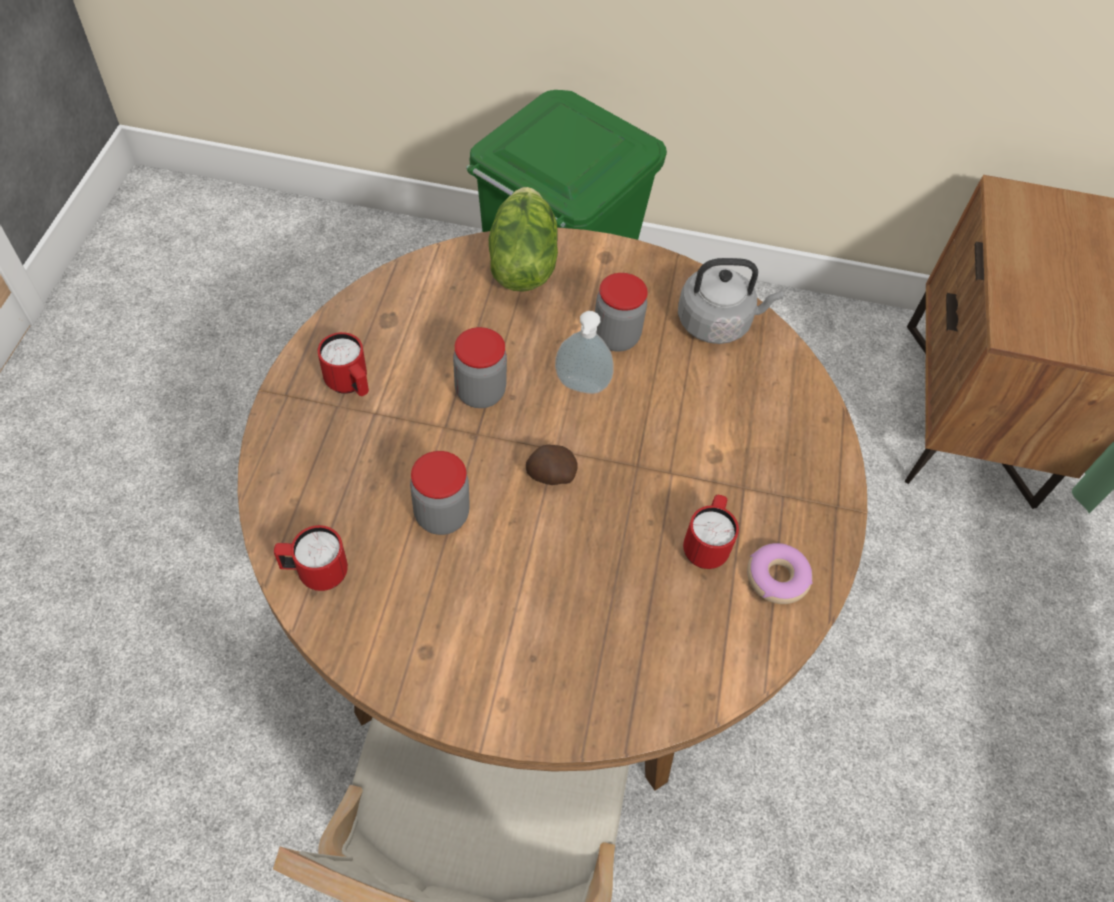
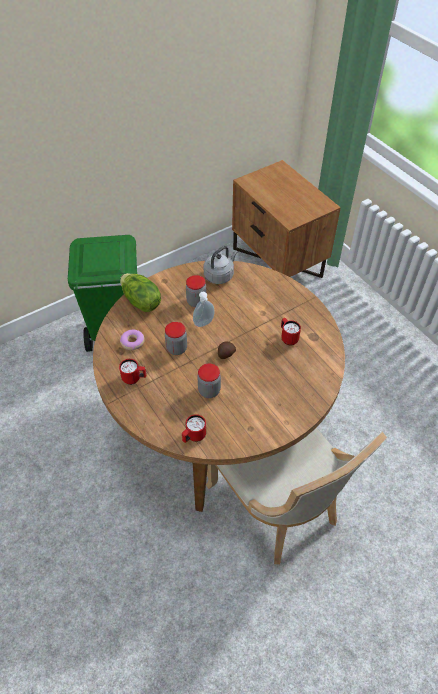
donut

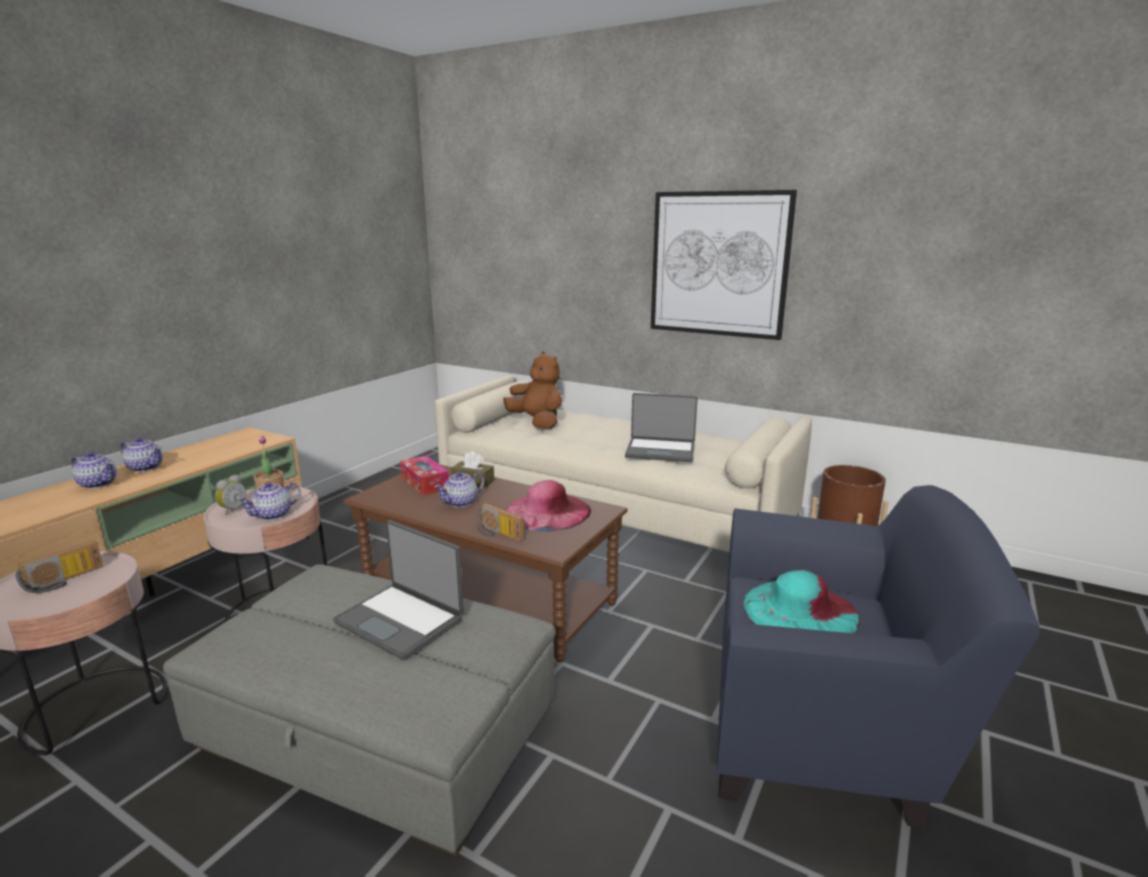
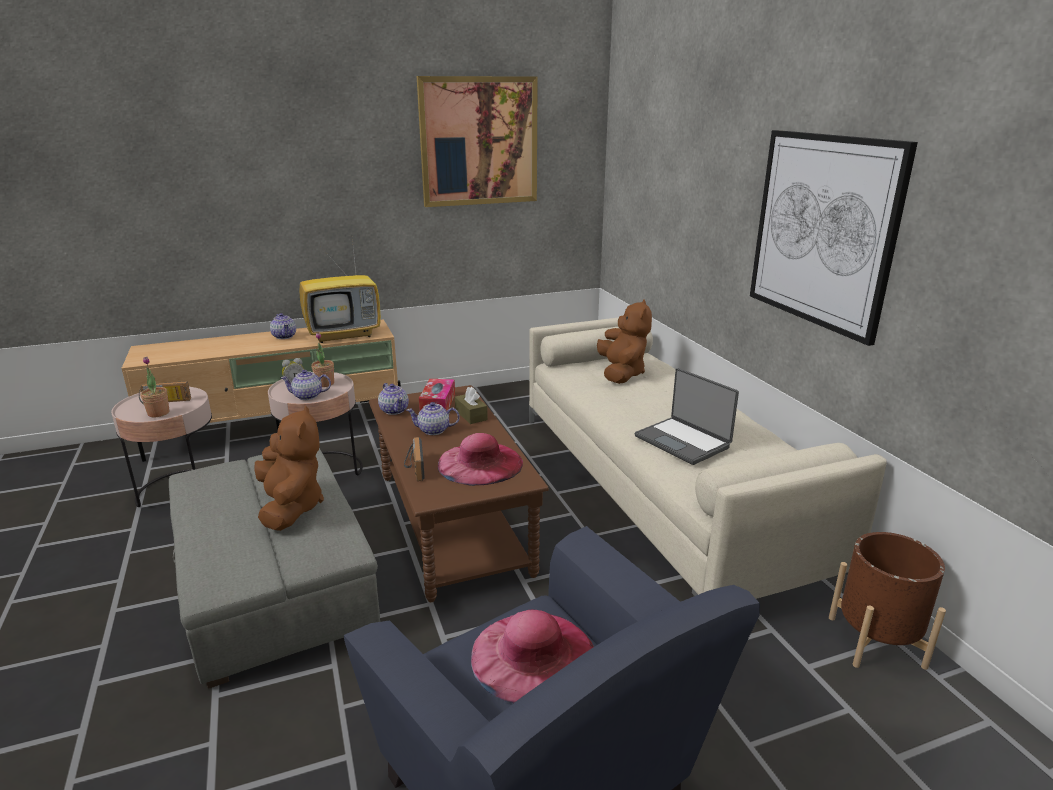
potted plant (1st from left)
brownish soft toy (1st from left)
TV
teapot (3rd from left)
wall picture (1st from left)
pink-coloured clothing hat (2nd from left)

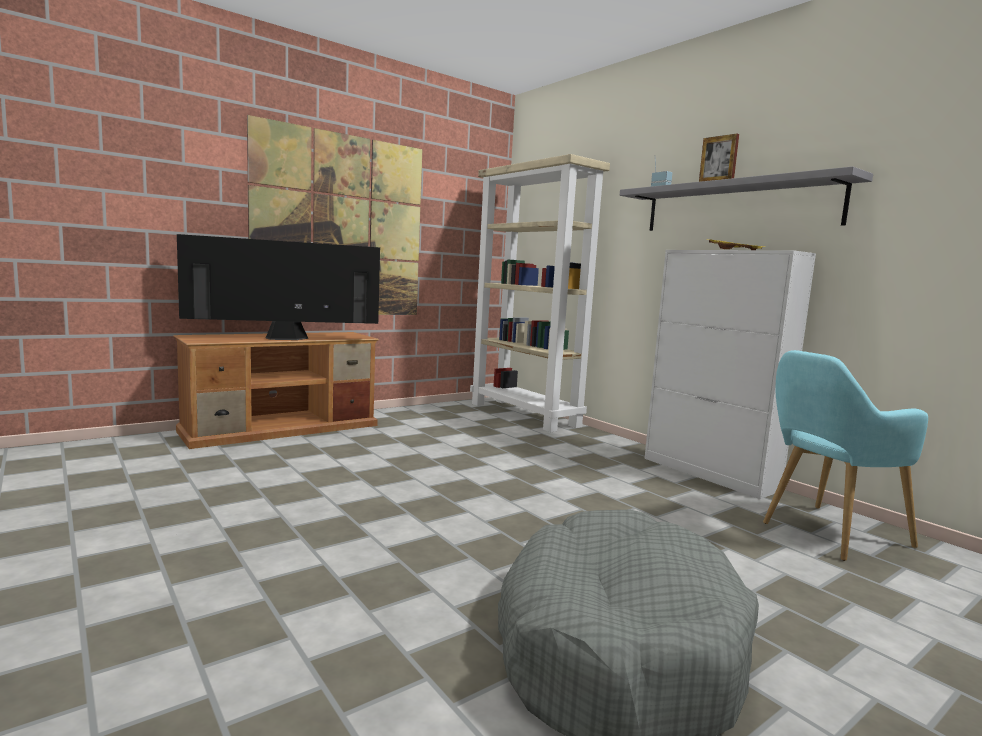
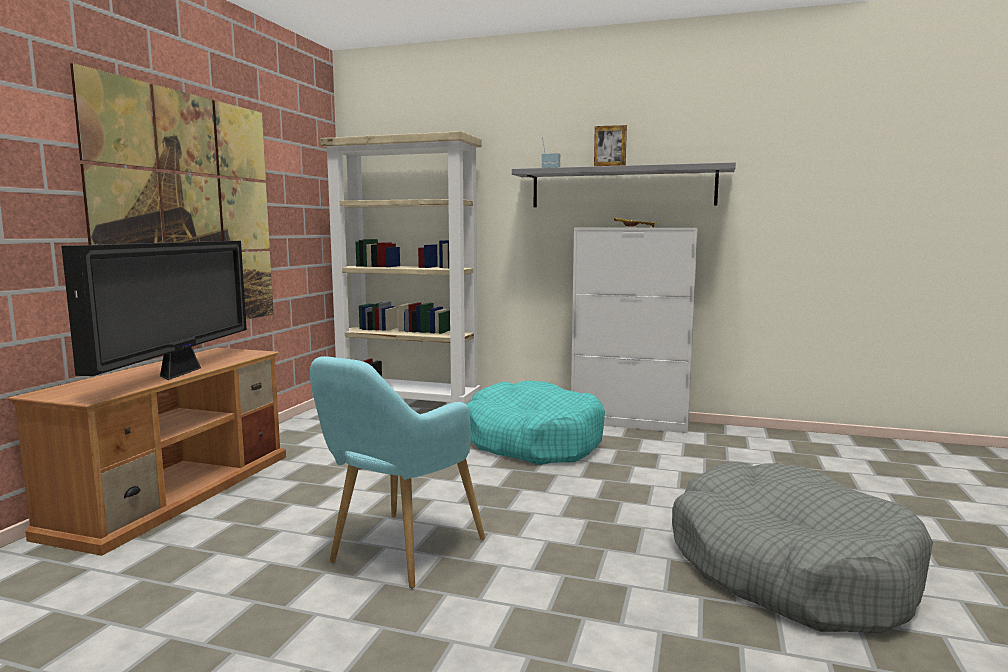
TV
blue-green armchair
blue-green dog bed

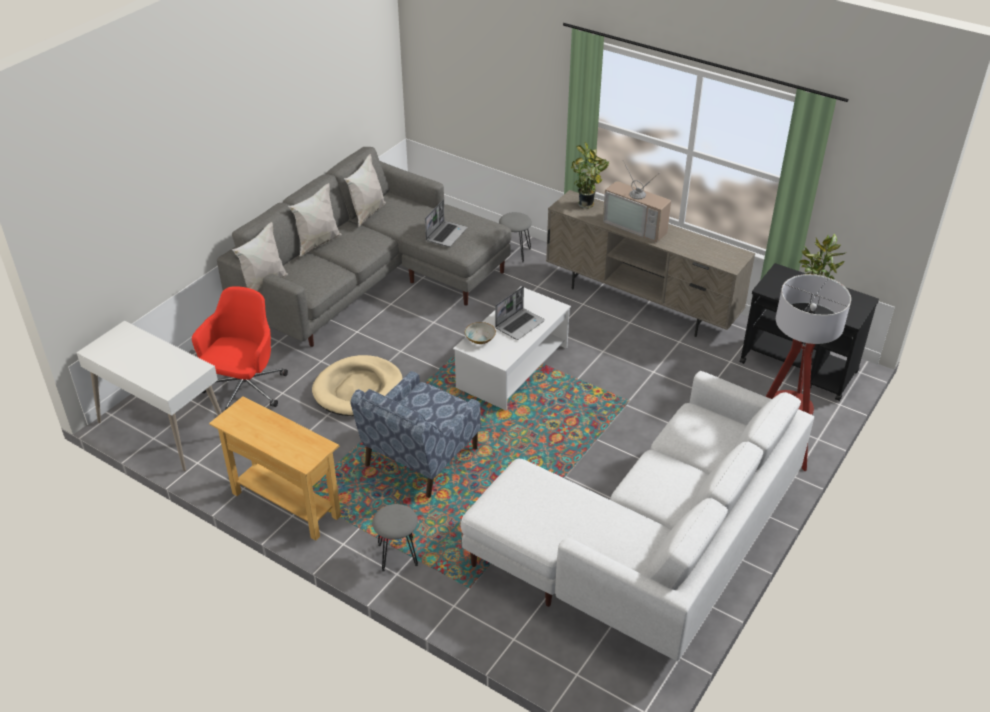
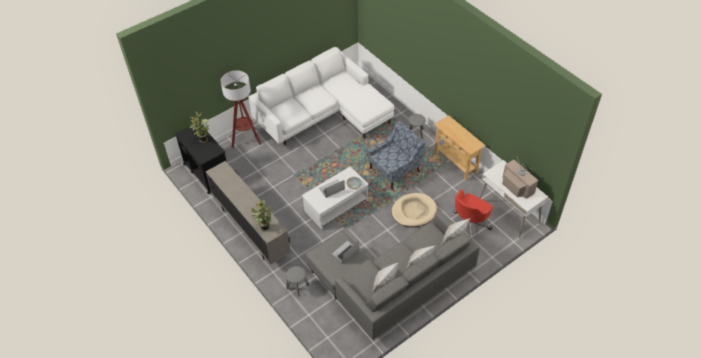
TV

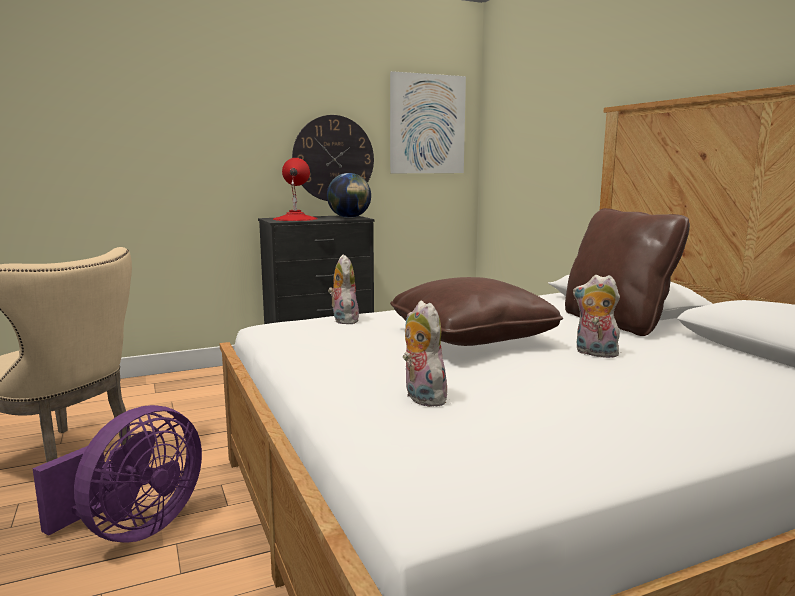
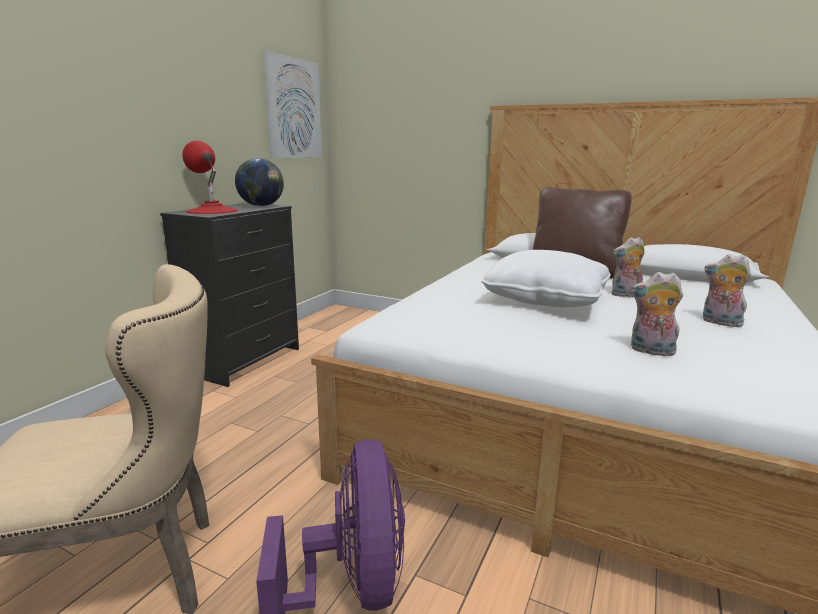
whitish cushion
soft toy (3rd from left)
clock on the wall

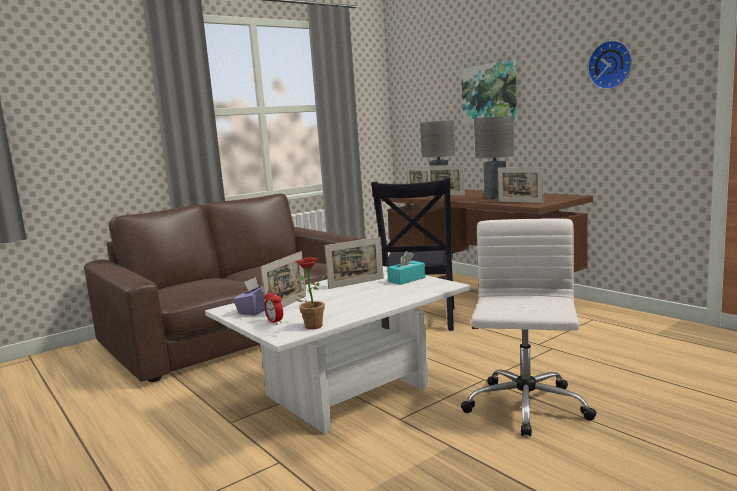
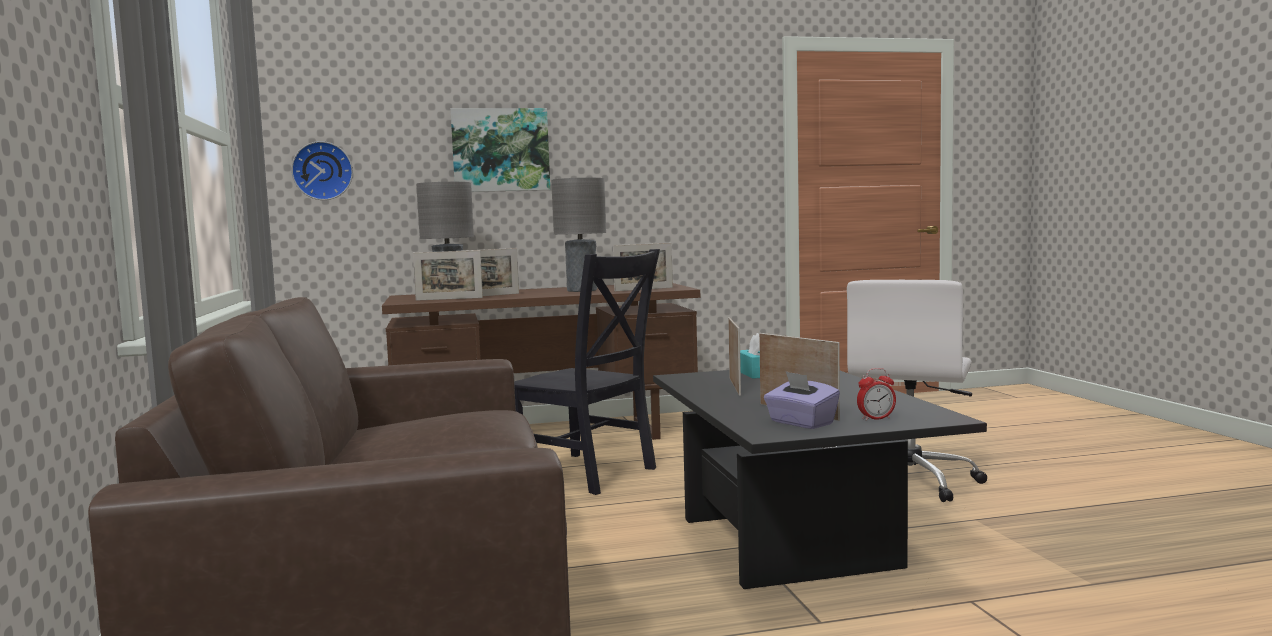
clock on the wall
black-coloured lounge table
whitish office chair
potted plant

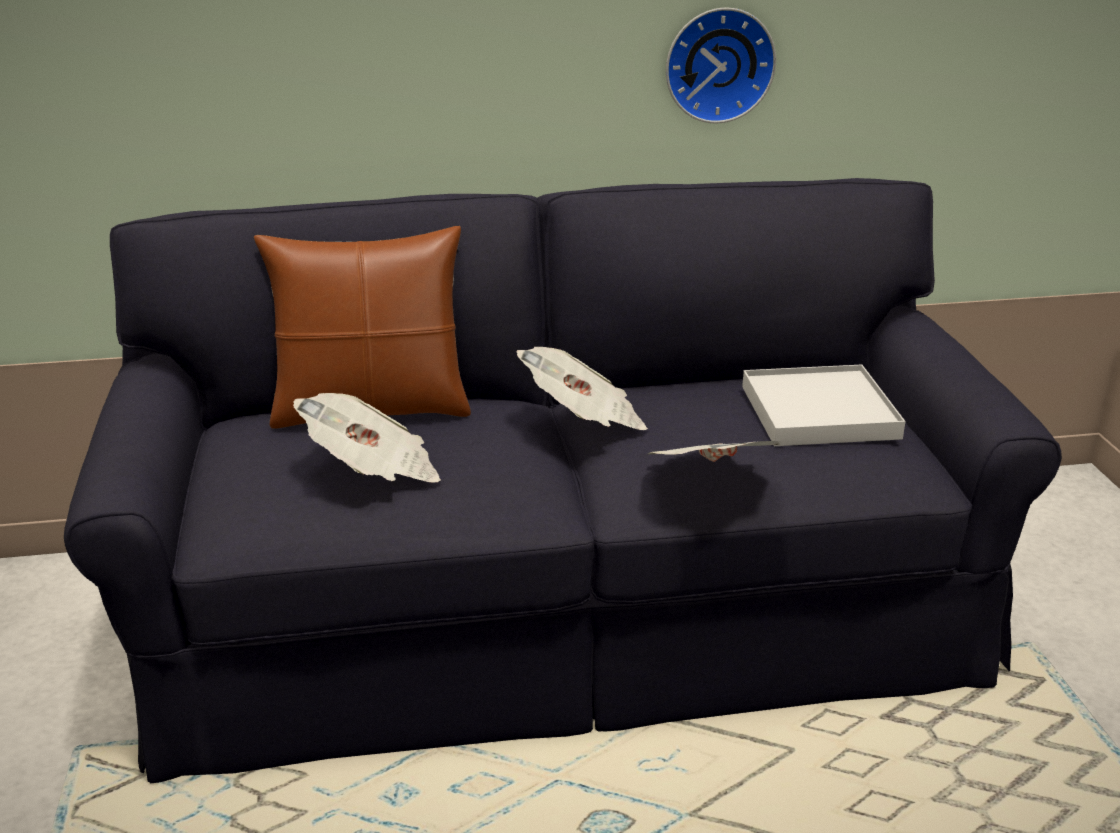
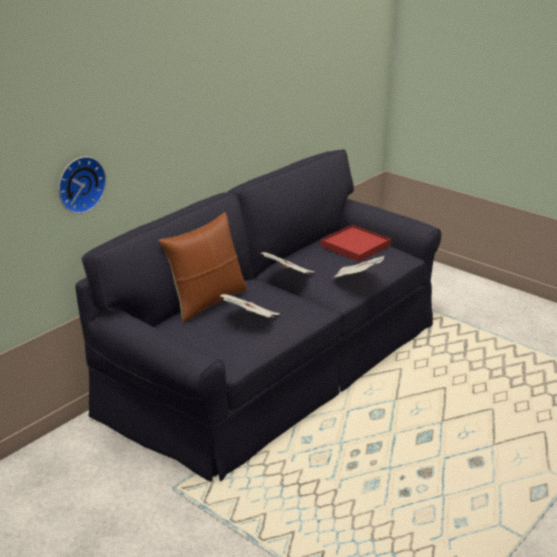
clock on the wall
red tray

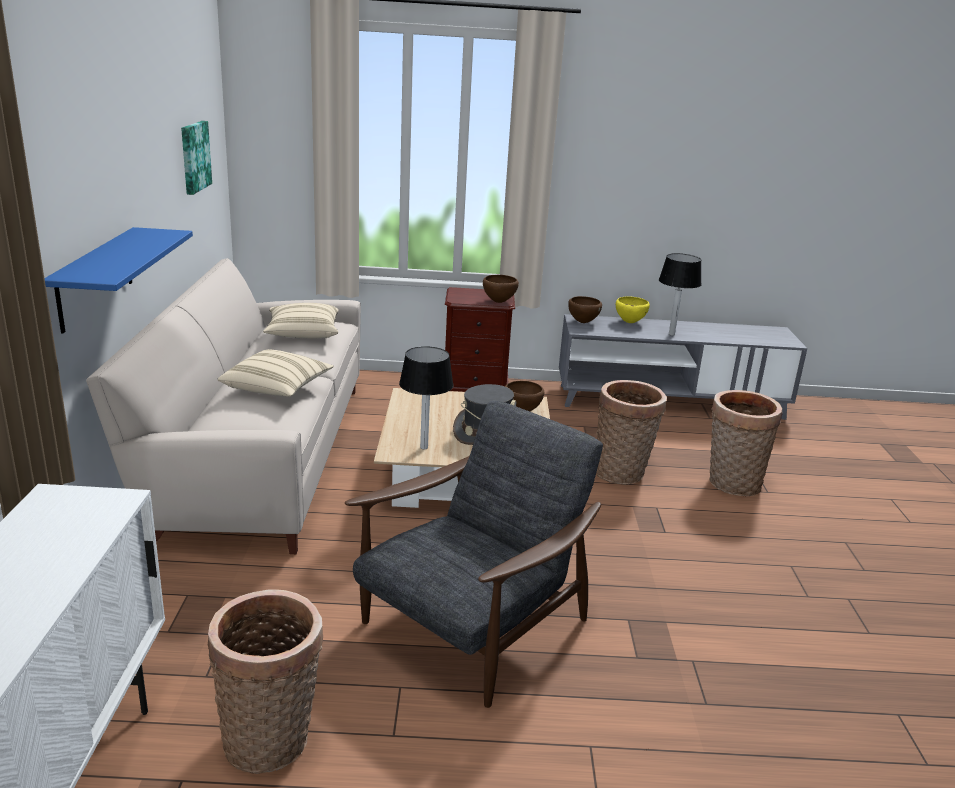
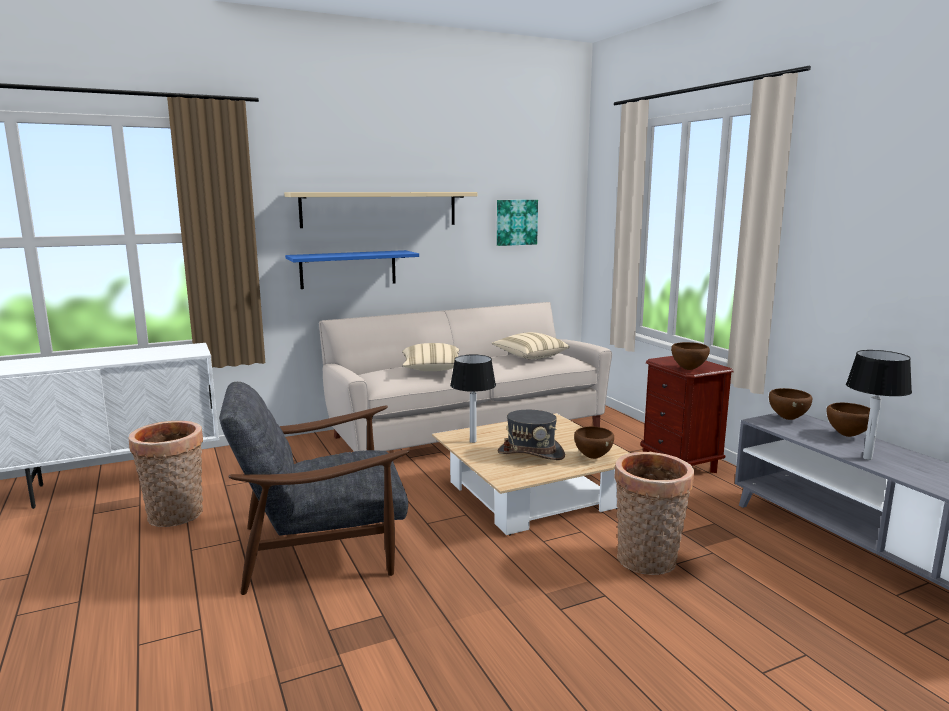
grey armchair
beige shelf
brownish bowl (4th from left)
storage basket (3rd from left in the first image)

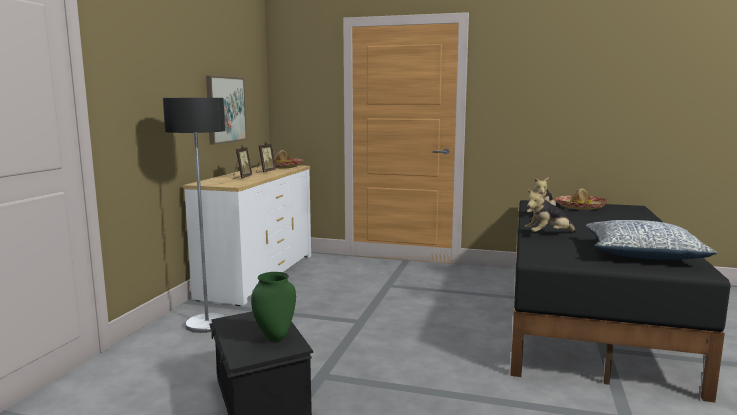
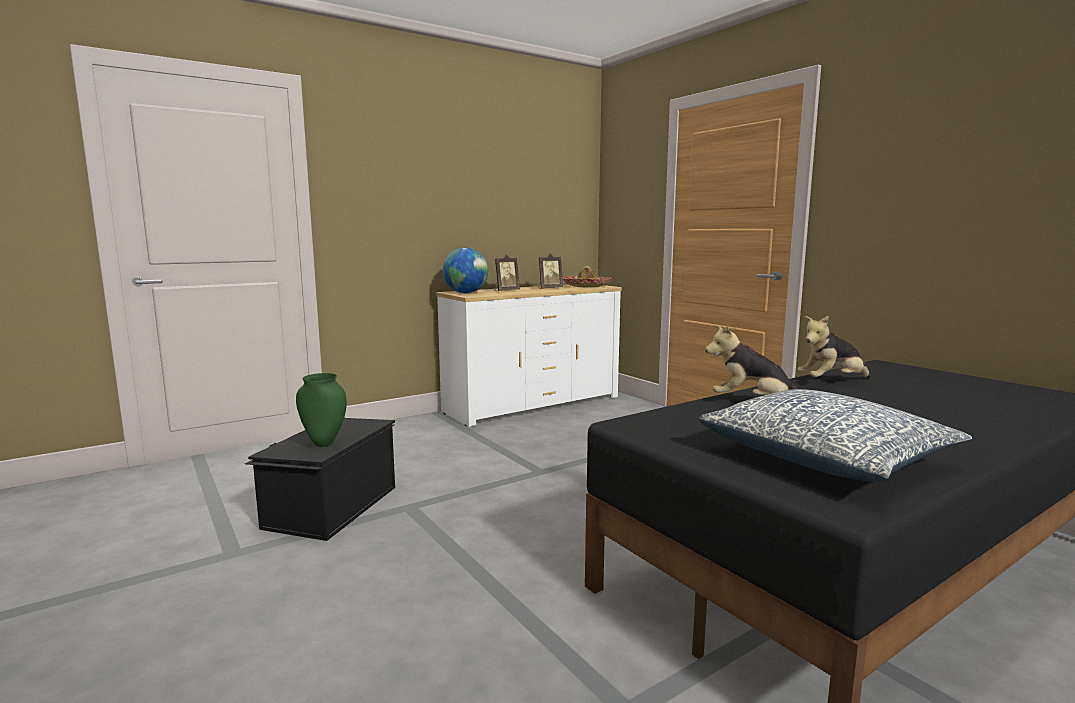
world globe
standing lamp
wall picture
clothing hat (2nd from left in the first image)

